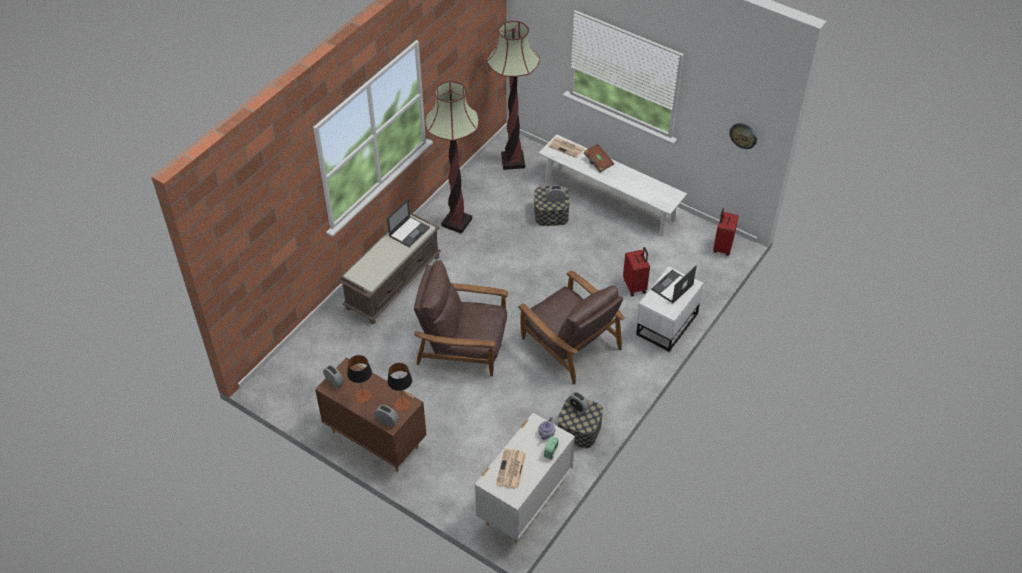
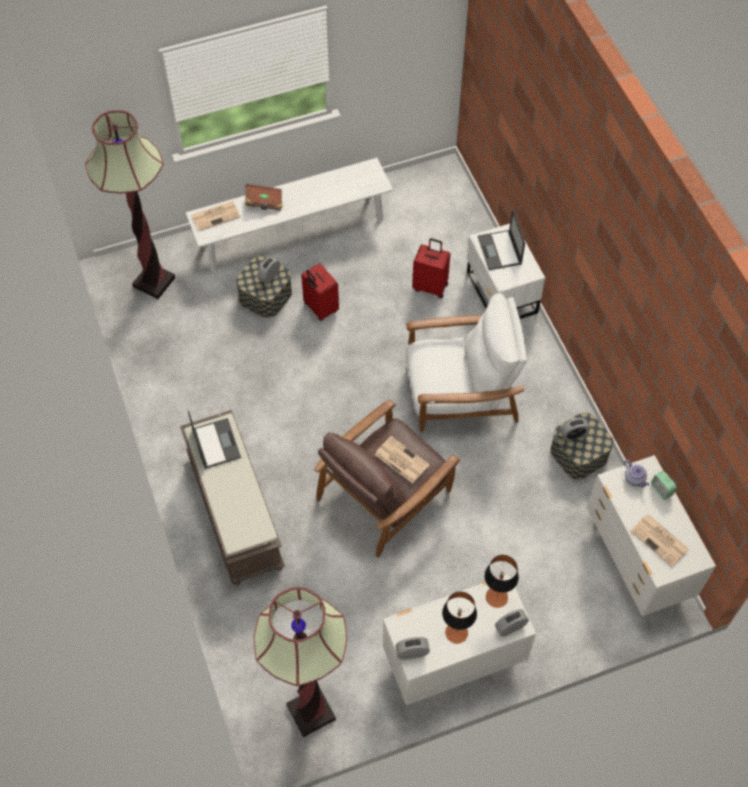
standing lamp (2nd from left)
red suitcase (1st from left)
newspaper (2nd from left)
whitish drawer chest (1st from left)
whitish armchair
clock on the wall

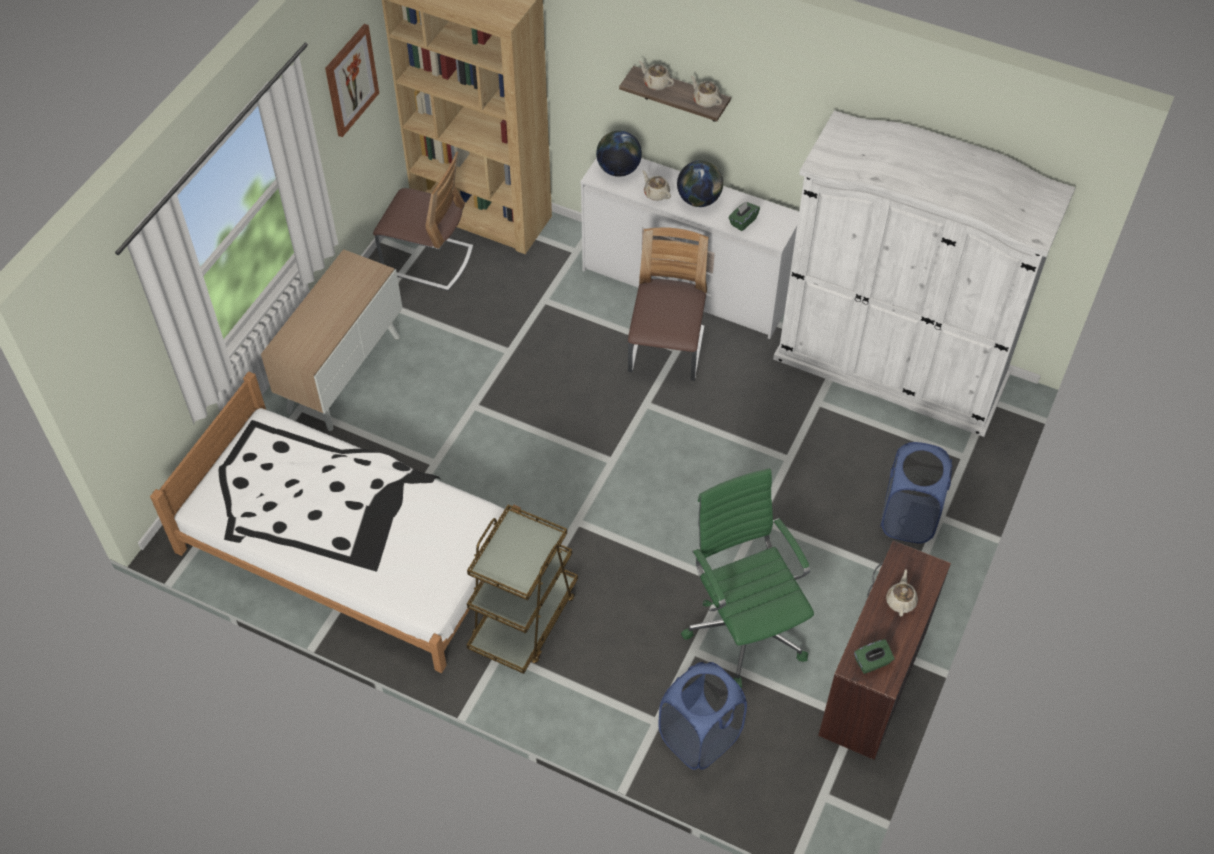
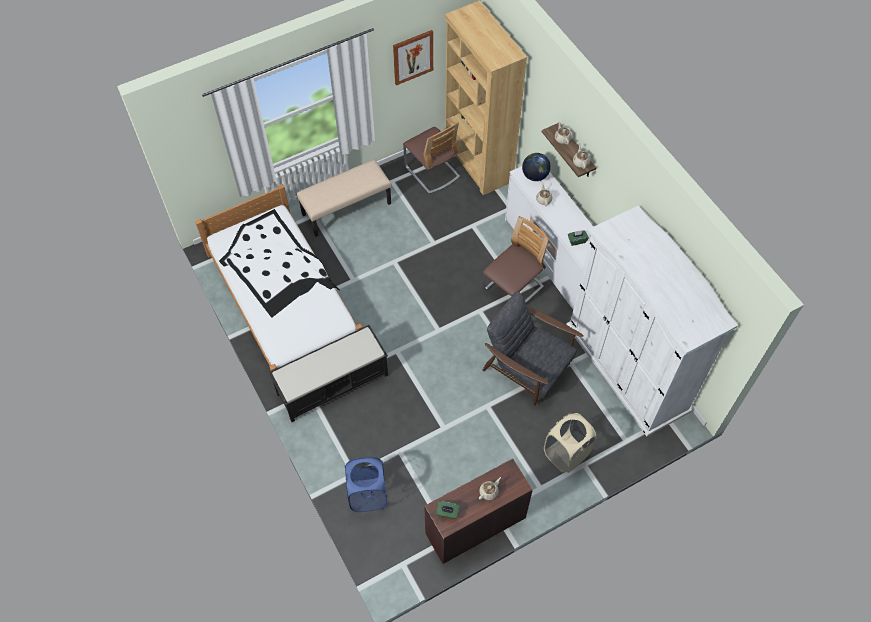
black-coloured long seat
beige long seat
grey armchair
beige washing basket
world globe (2nd from left in the first image)
green-coloured office chair

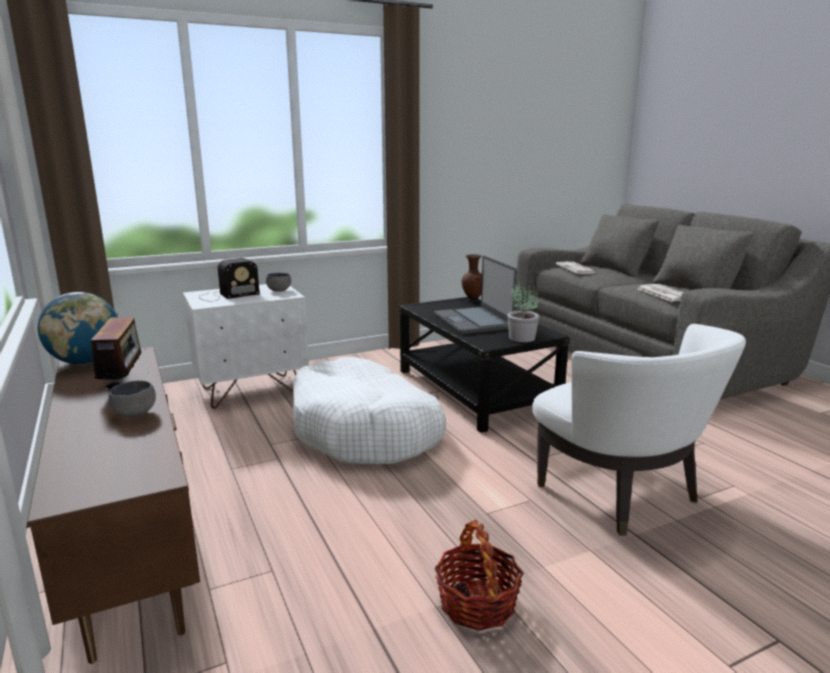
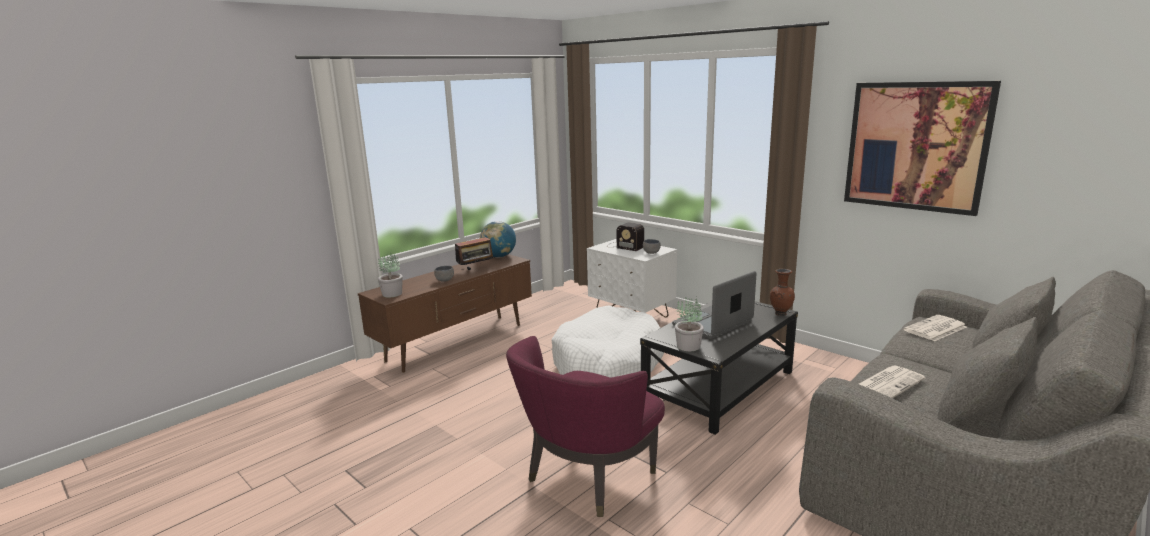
potted plant (1st from left)
purple armchair
wall picture
storage basket

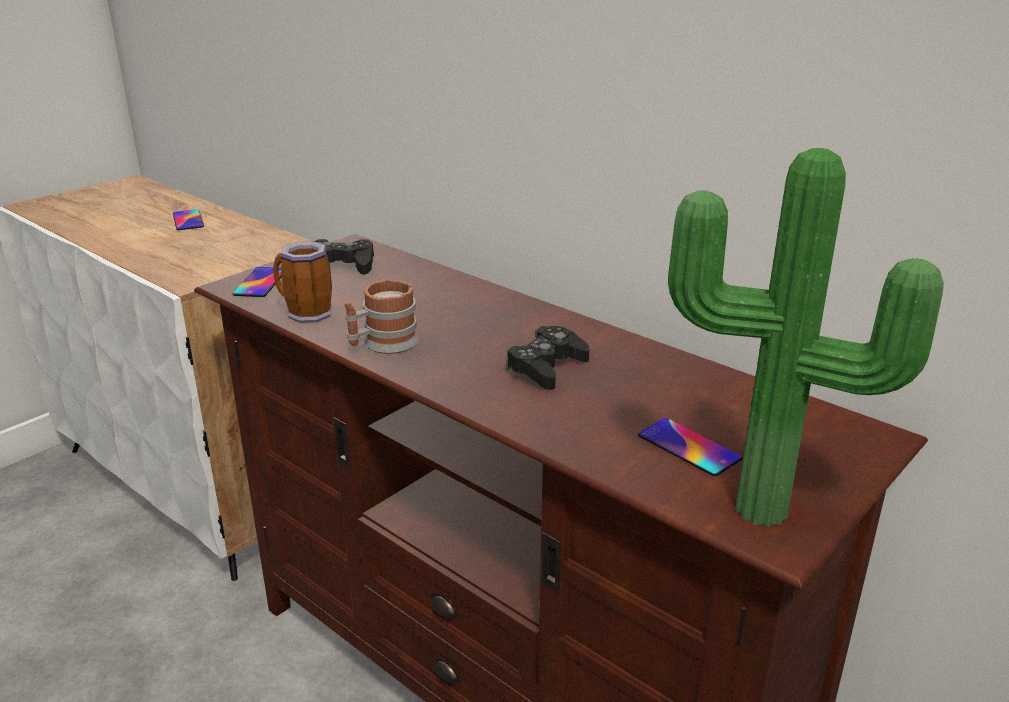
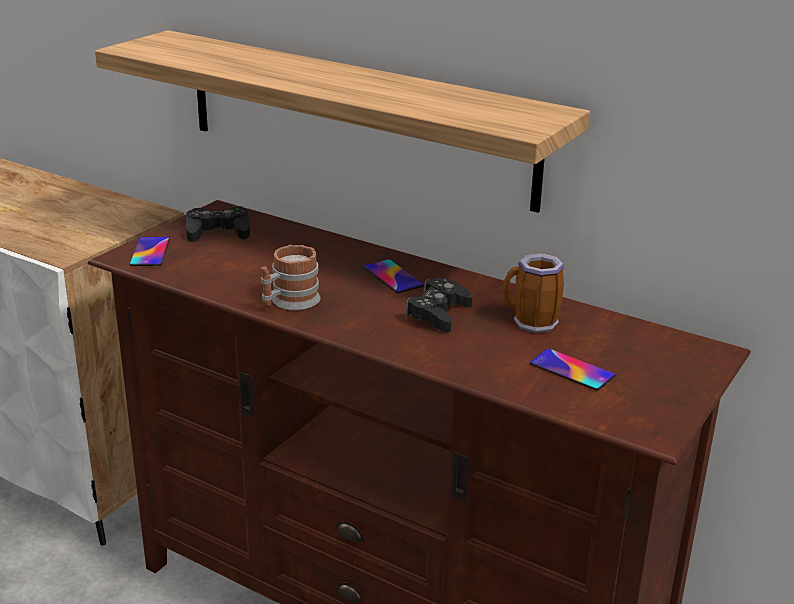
shelf
handset (2nd from left)
coffee mug (2nd from left)
potted plant

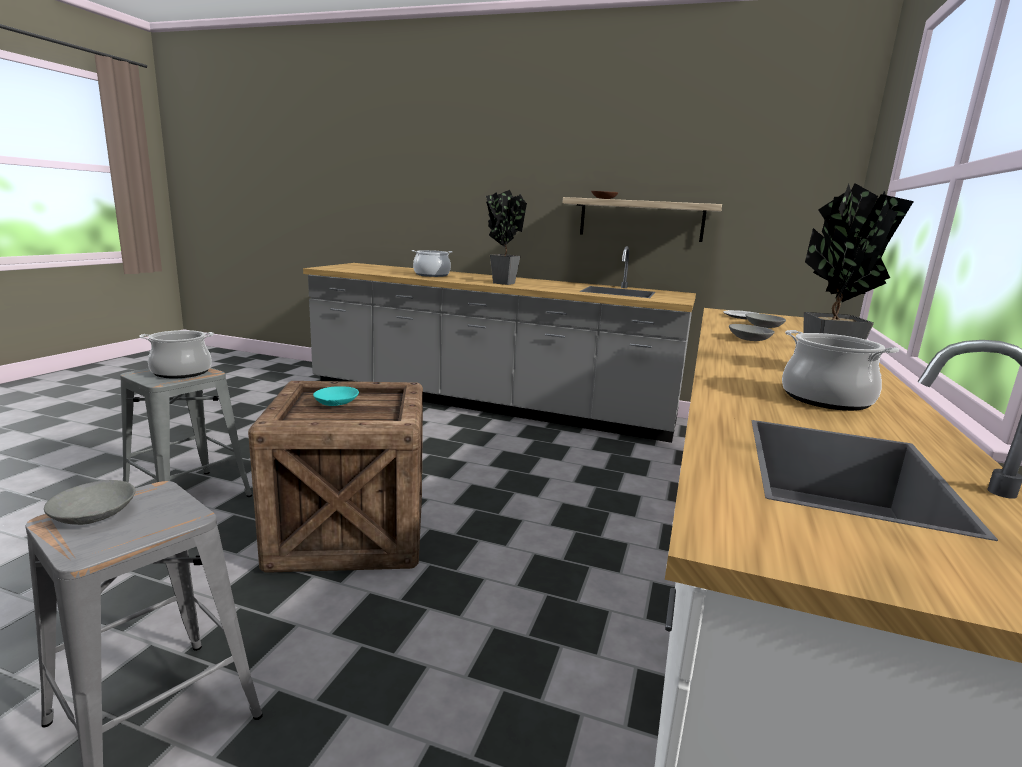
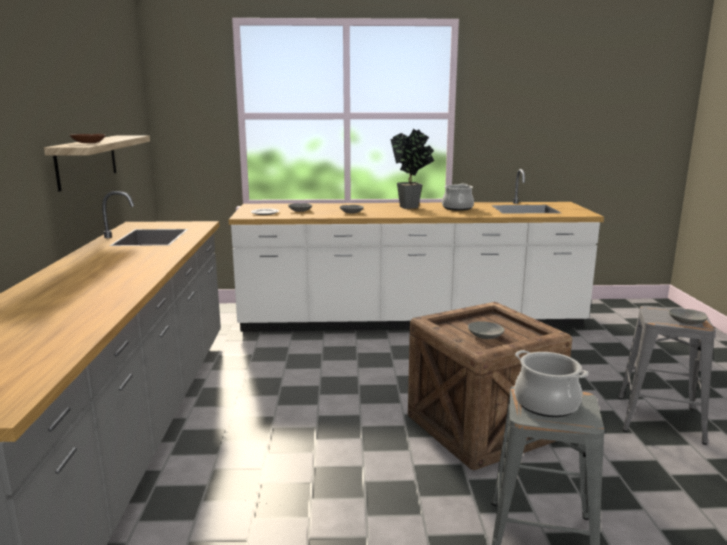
grey bowl (3rd from left)
cooking pot (2nd from left in the first image)
potted plant (1st from left in the first image)

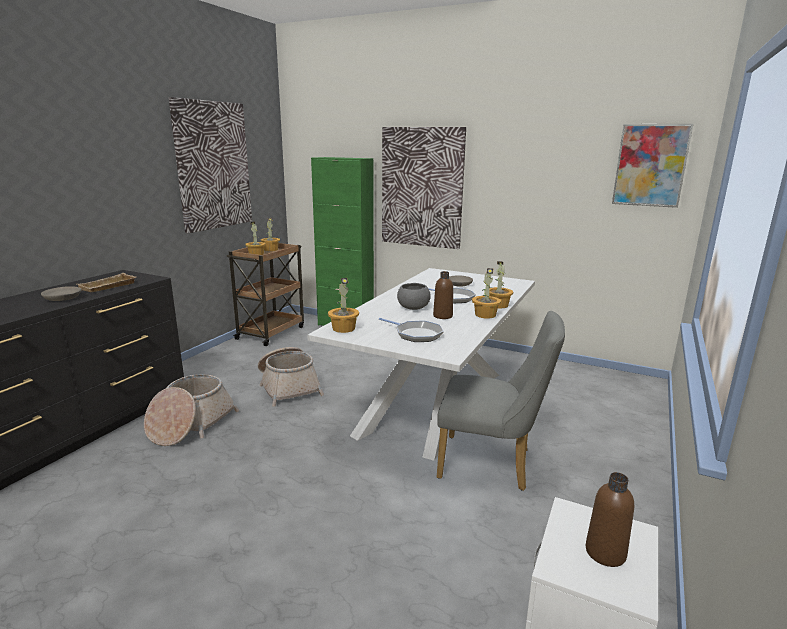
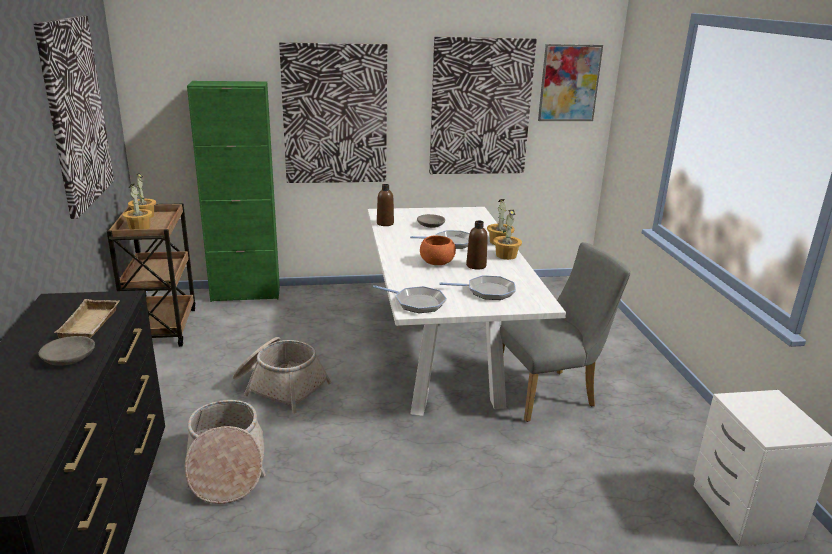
pan (1st from left)
brownish drink bottle (1st from left)
orangey bowl
wall picture (3rd from left)

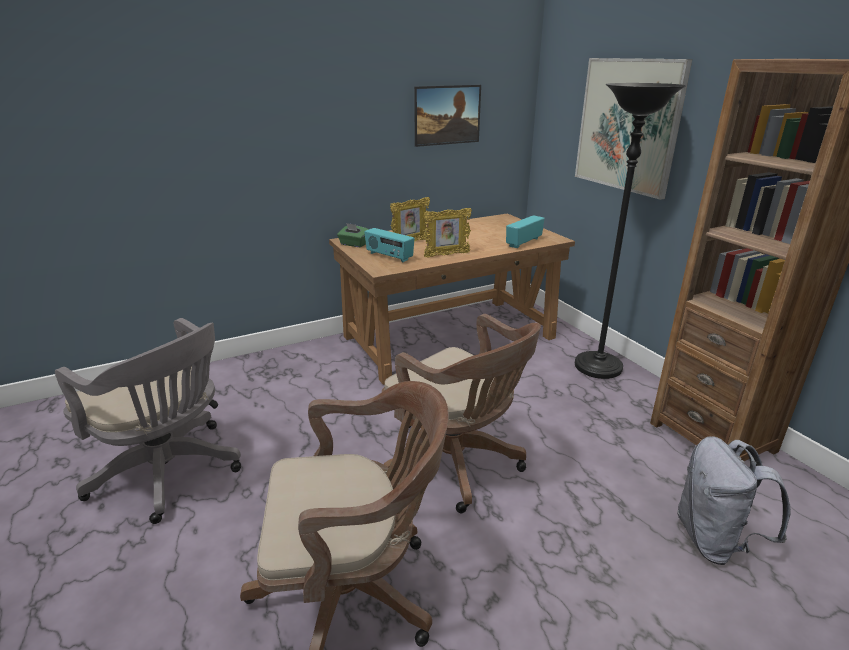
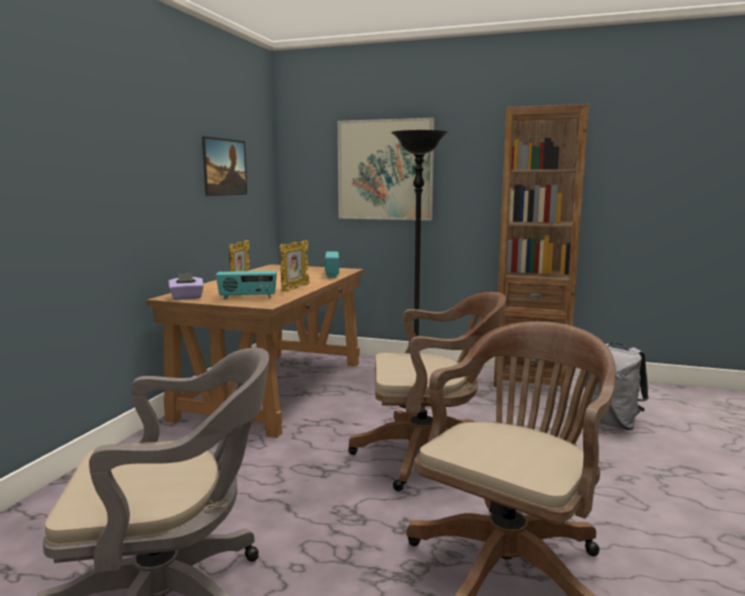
purple box of tissues

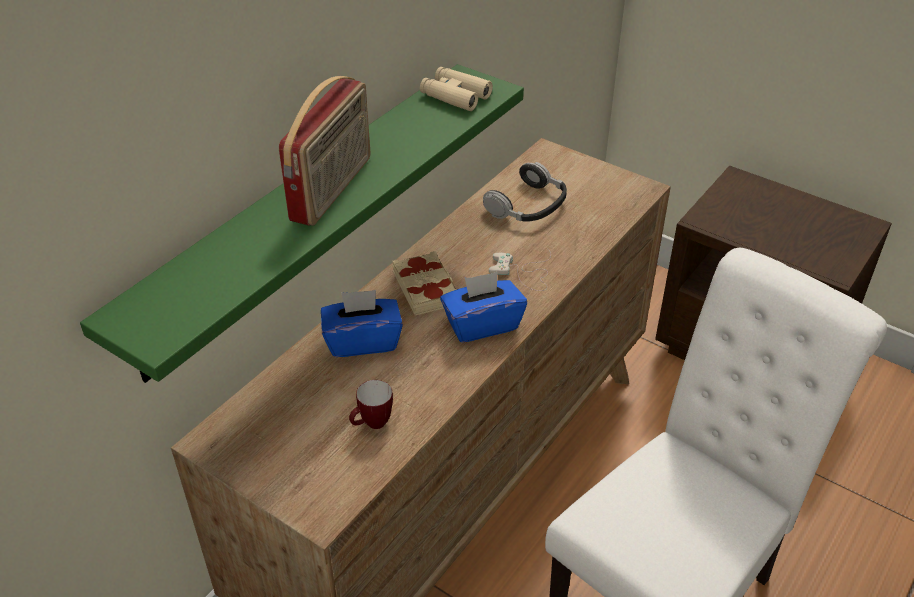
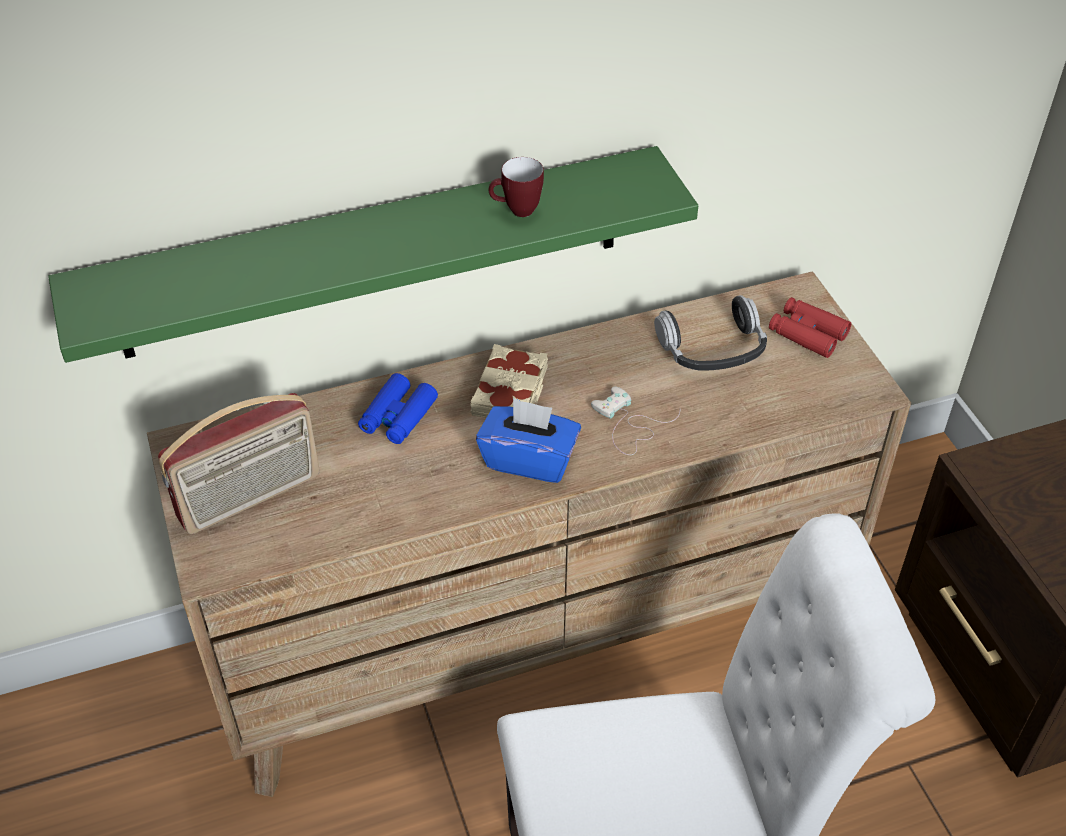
radio receiver
blue-coloured pair of binoculars
coffee mug
red pair of binoculars
beige pair of binoculars

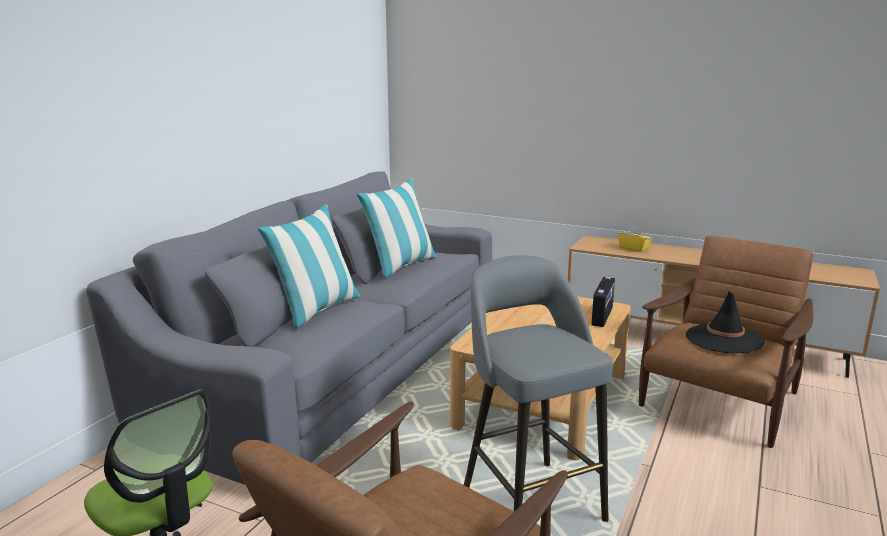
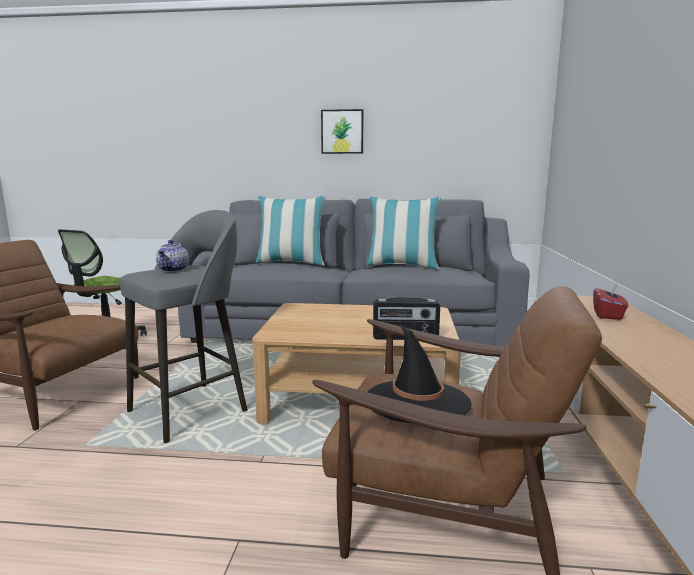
teapot
wall picture
red box of tissues

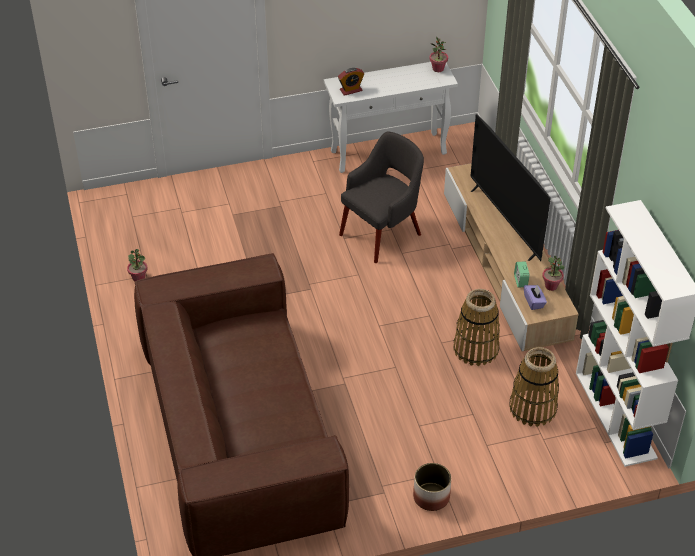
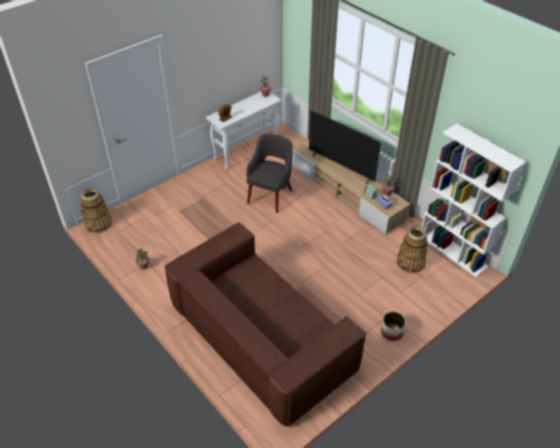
storage basket (1st from left)

